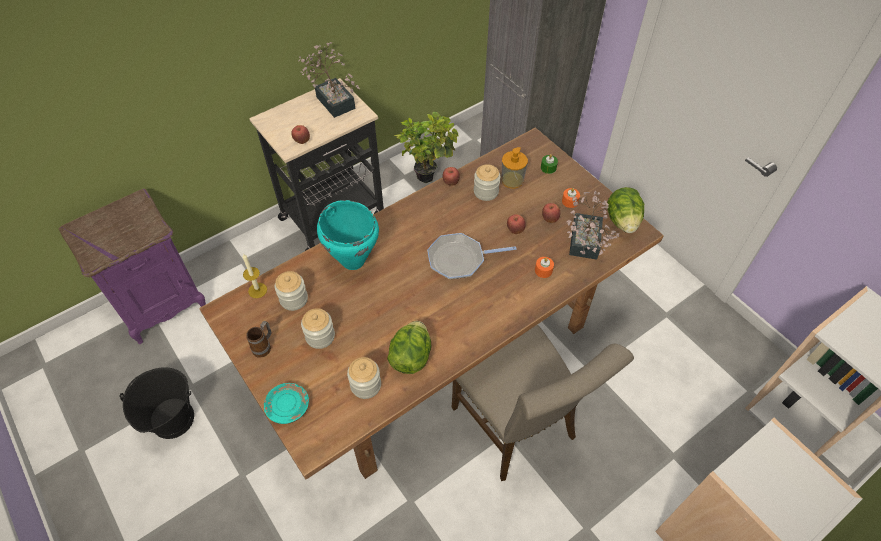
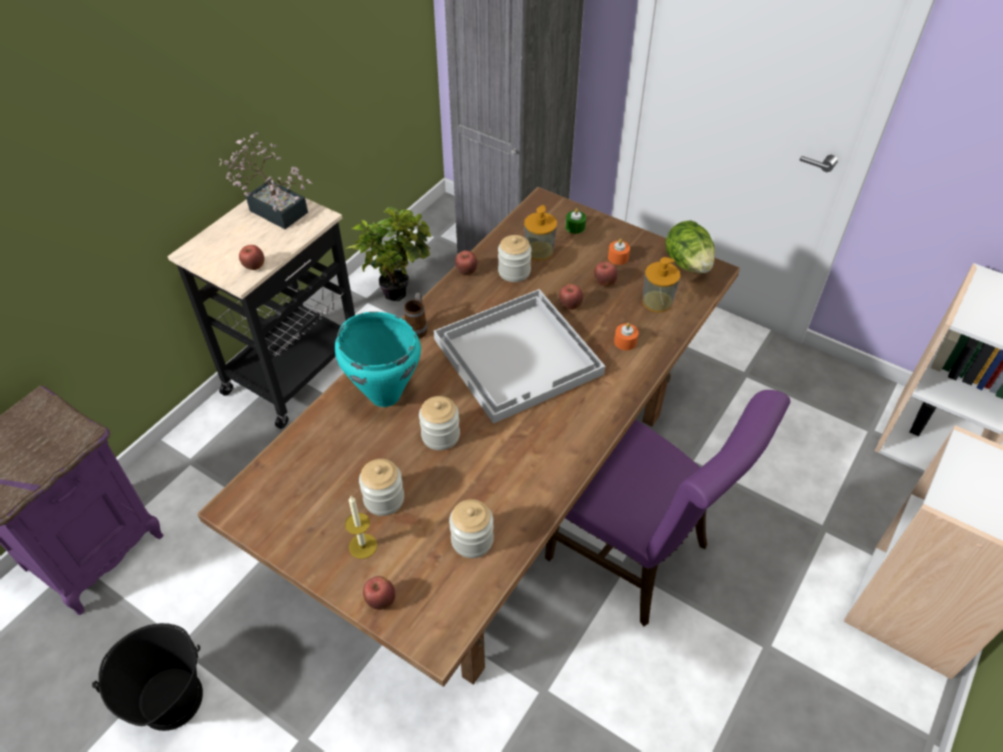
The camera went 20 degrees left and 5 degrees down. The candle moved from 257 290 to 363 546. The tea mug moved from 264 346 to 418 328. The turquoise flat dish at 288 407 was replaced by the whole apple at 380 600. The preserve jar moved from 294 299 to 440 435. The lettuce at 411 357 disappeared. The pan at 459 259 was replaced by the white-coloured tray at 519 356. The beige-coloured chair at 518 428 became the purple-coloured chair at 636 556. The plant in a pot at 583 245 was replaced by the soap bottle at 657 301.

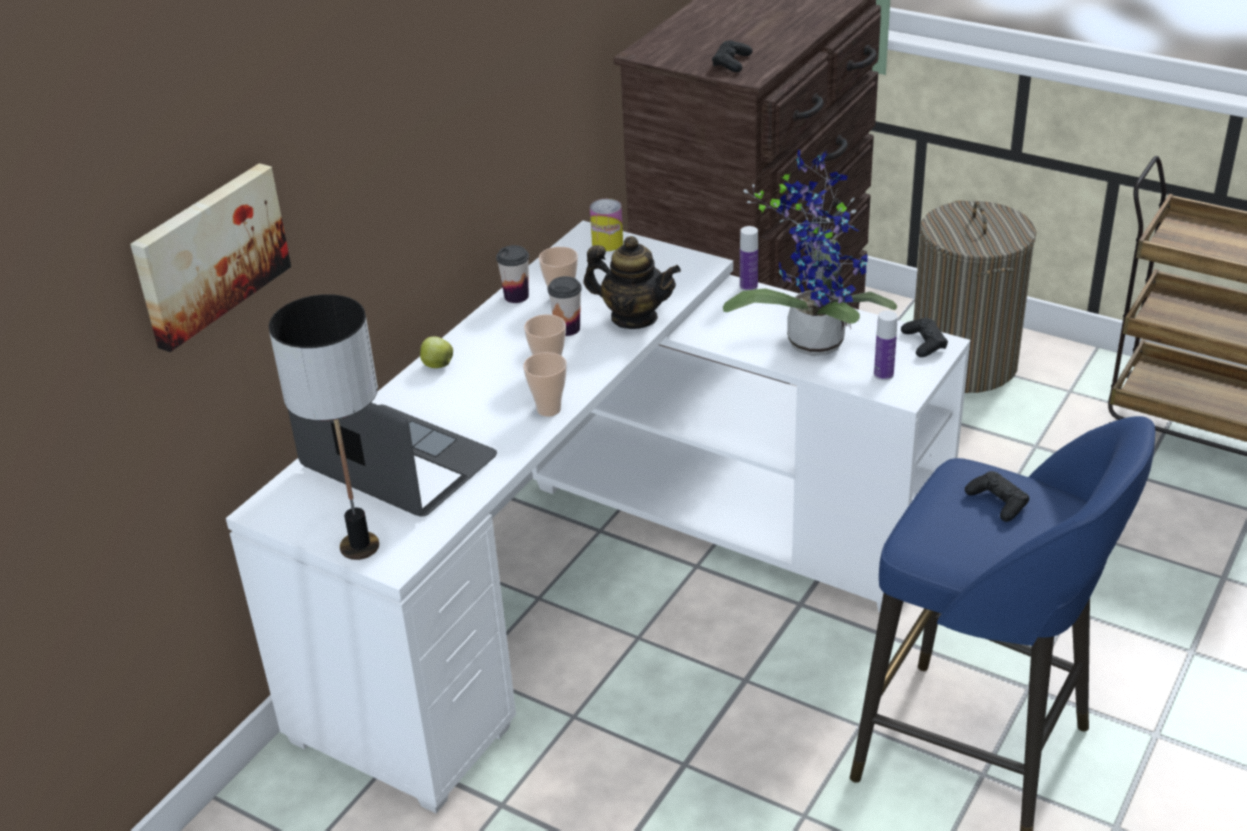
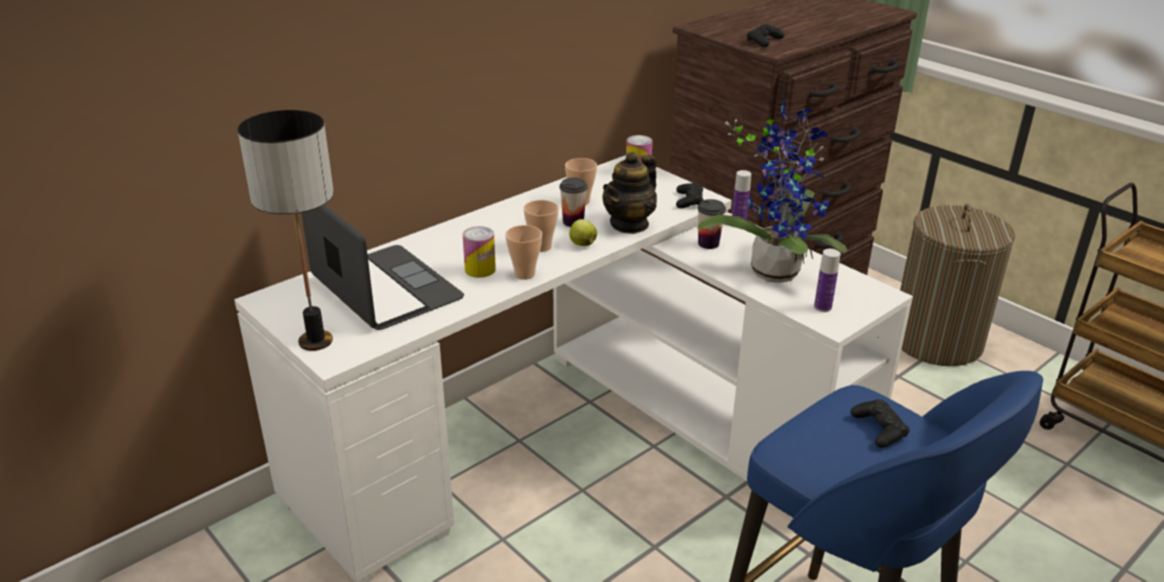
The camera went 15 degrees right and 5 degrees down. The wall picture at 209 253 disappeared. The whole apple moved from 437 365 to 582 244. The drinking cup moved from 516 296 to 708 243. The teapot at 634 318 turned 90 degrees clockwise. The black-coloured joypad moved from 924 343 to 689 200. The sealed can at 480 269 appeared.

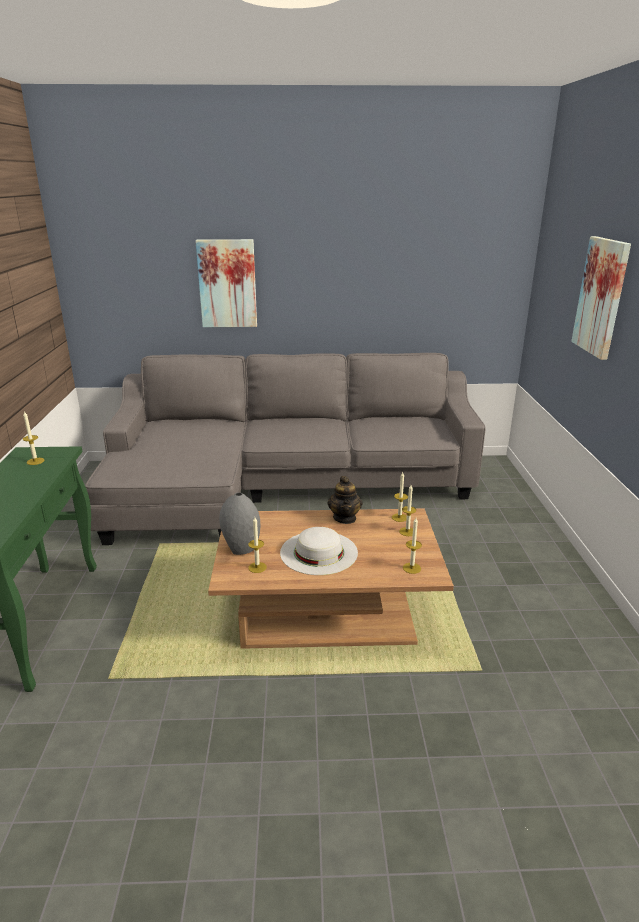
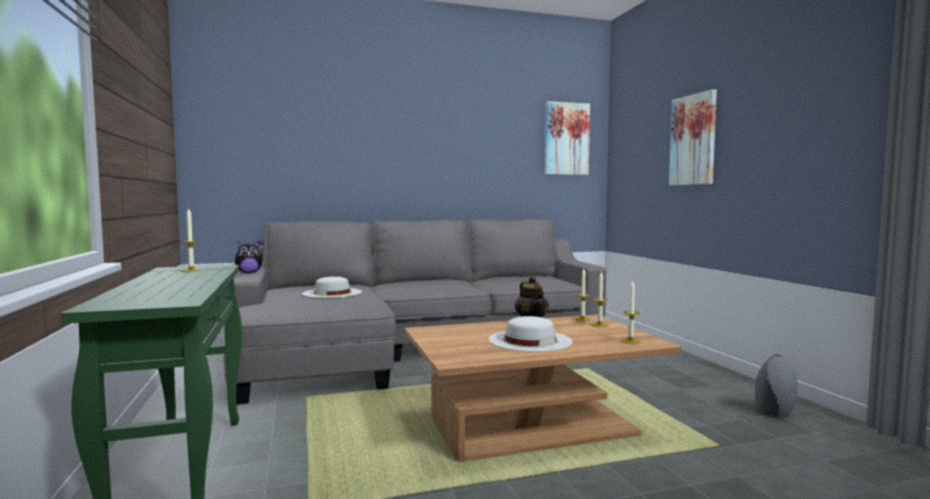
The camera went 15 degrees left and 20 degrees down. The wall picture moved from 227 284 to 566 139. The grey flower vase moved from 241 547 to 775 412. The candle at 257 567 disappeared. The soft toy at 249 273 appeared. The white-coloured wearable hat at 332 293 appeared.

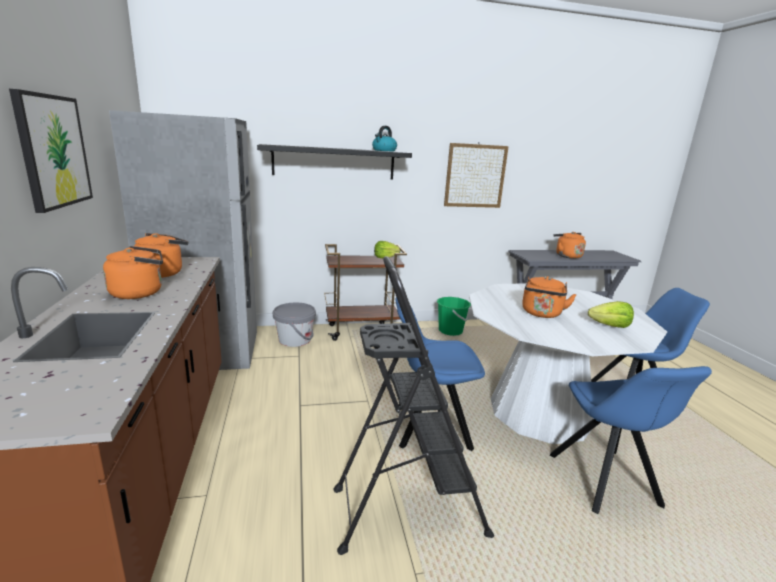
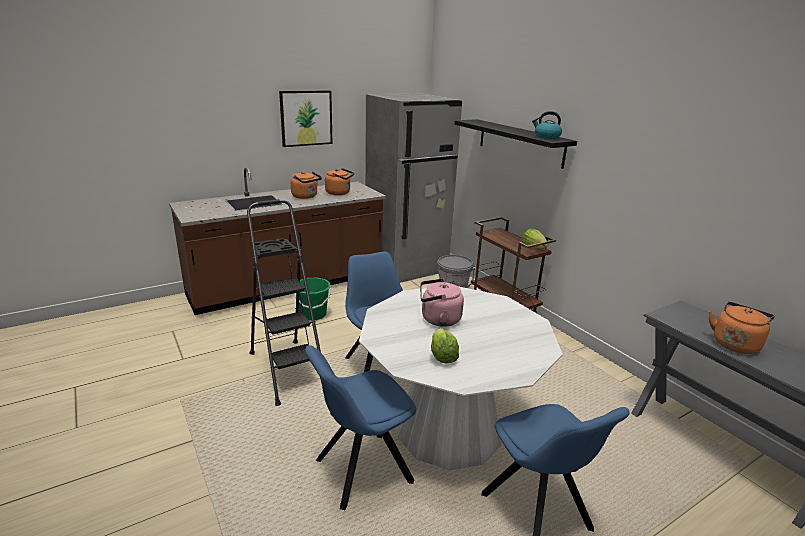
The camera went 70 degrees right and 5 degrees up. The green-coloured water bucket moved from 450 331 to 313 314. The wall picture at 475 175 disappeared. The orange-coloured tea kettle at 541 314 became the pink tea kettle at 438 319.

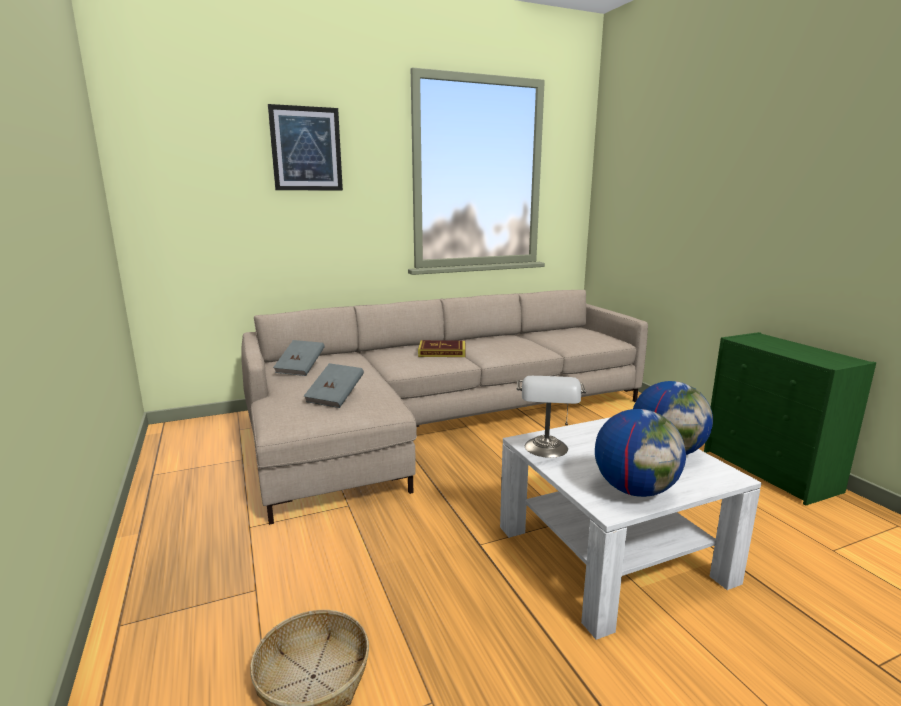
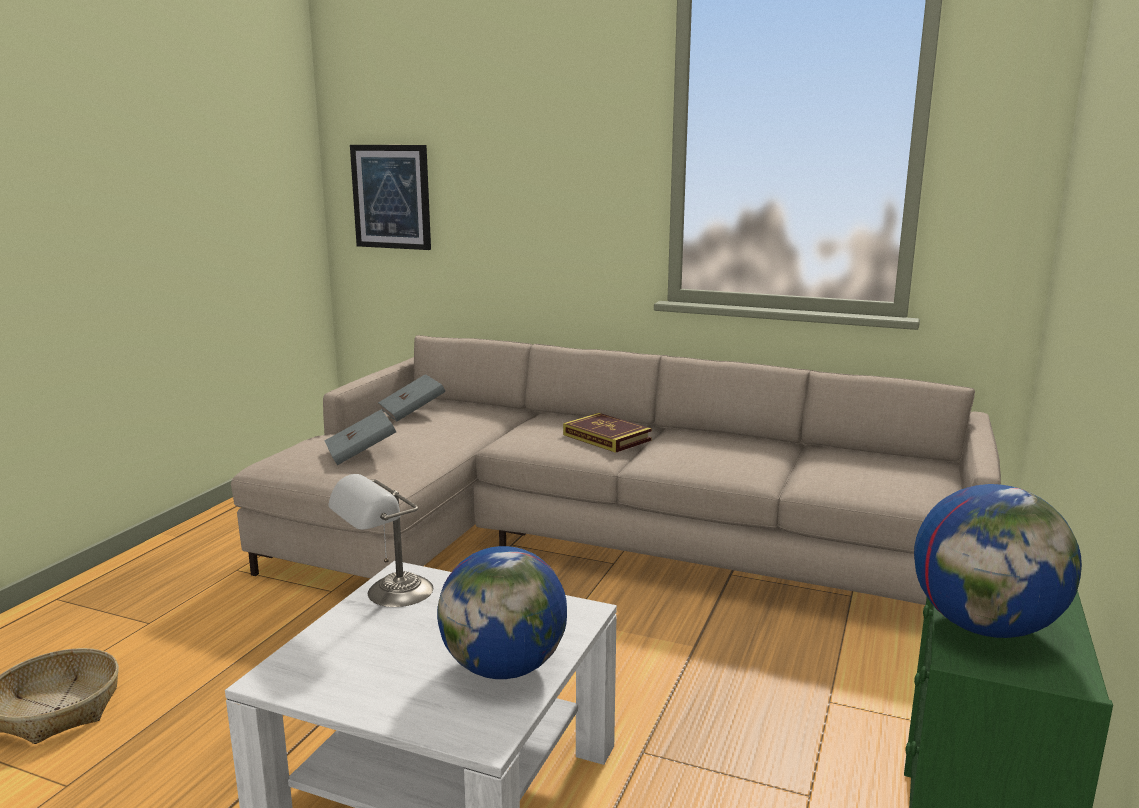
The camera went 45 degrees right and 0 degrees up. The wall picture moved from 306 149 to 391 197. The globe moved from 635 490 to 985 626.

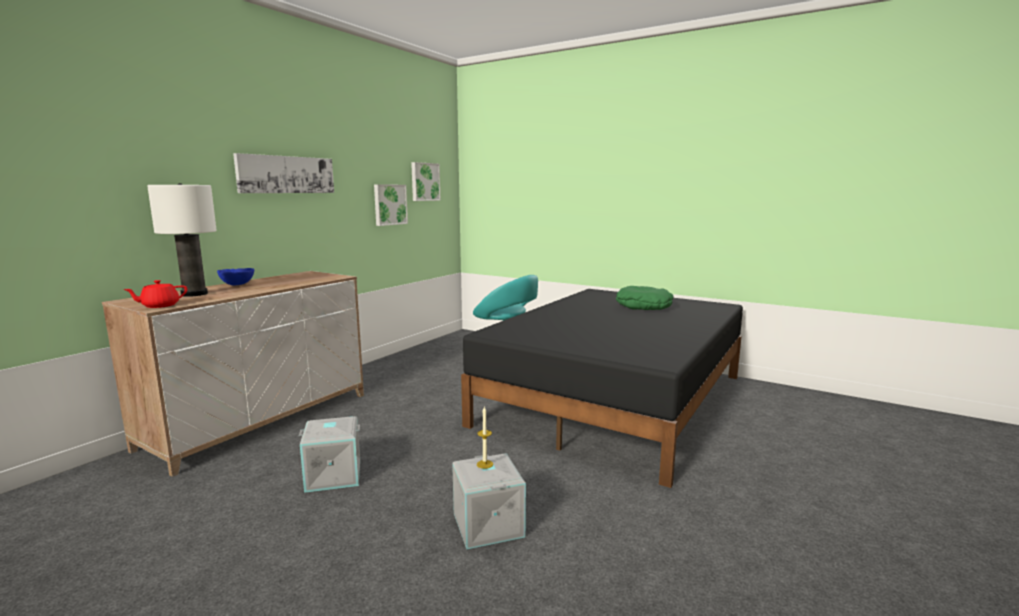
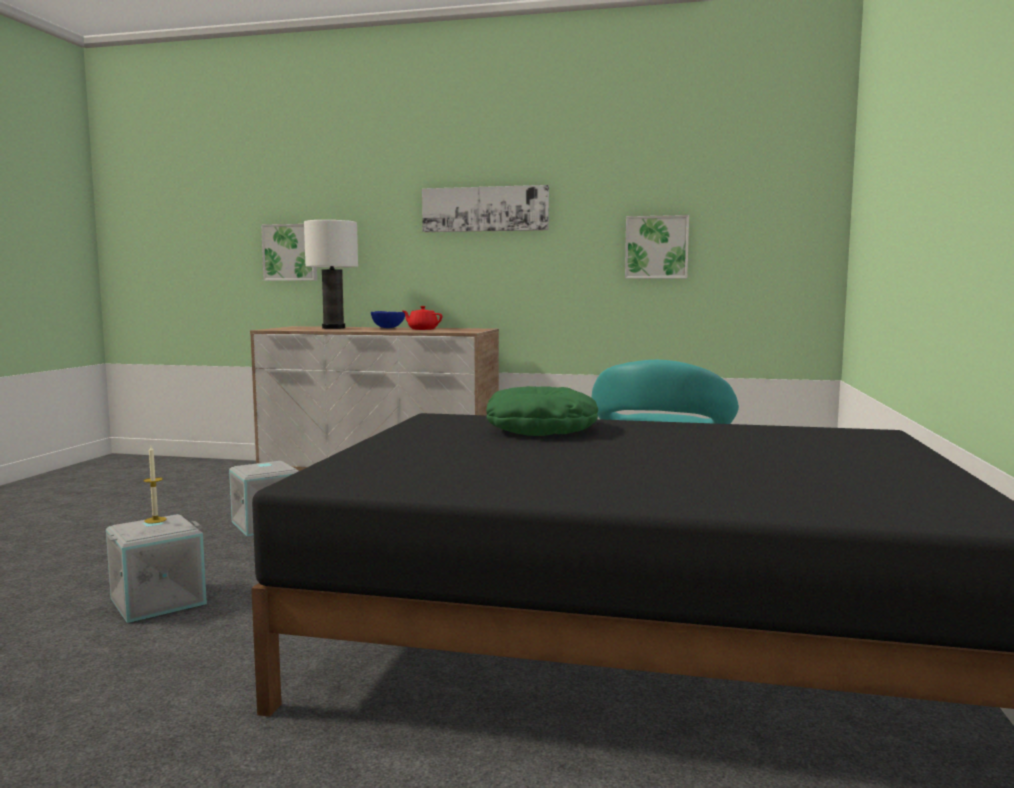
The camera went 70 degrees right and 5 degrees down. The red-coloured teapot moved from 159 306 to 422 329. The wall picture moved from 424 182 to 290 252. The green-coloured pillow moved from 644 307 to 542 429.

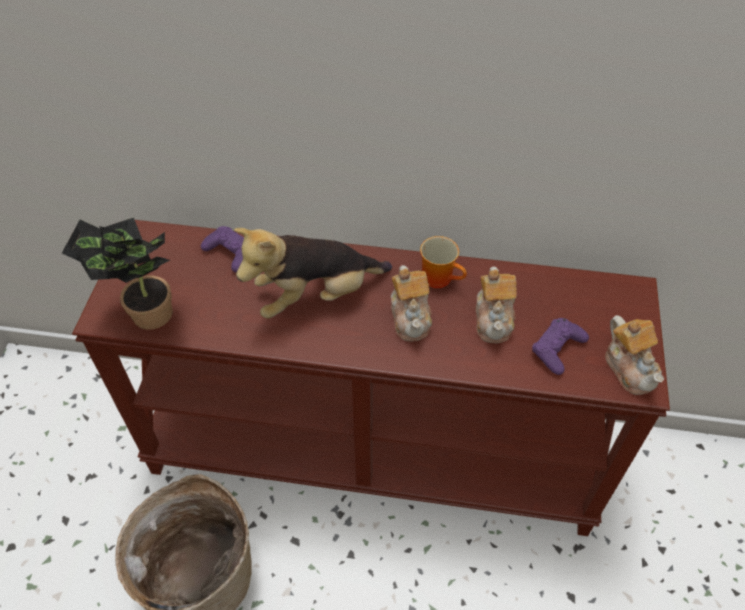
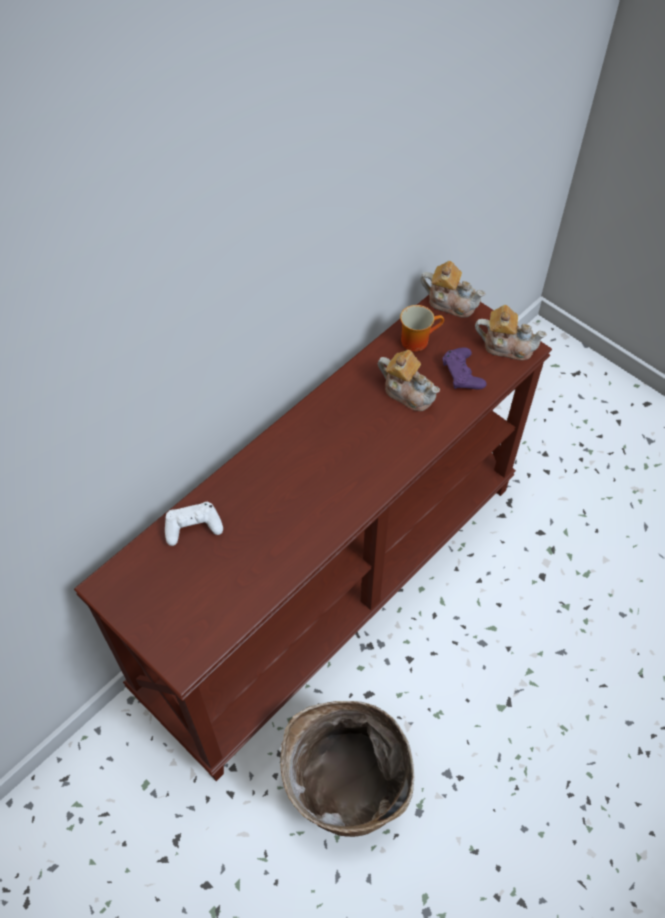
The camera went 55 degrees left and 5 degrees up. The plant in a pot at 145 314 disappeared. The purple-coloured joypad at 230 253 became the white-coloured joypad at 193 526. The soft toy at 315 296 disappeared. The teapot moved from 411 317 to 450 302. The tea mug moved from 441 277 to 417 339.

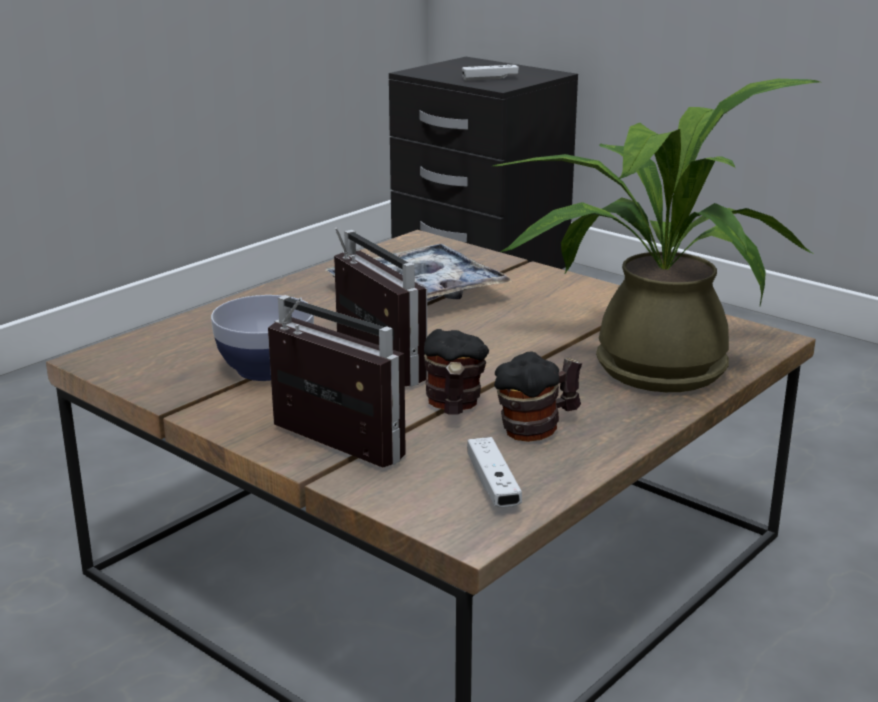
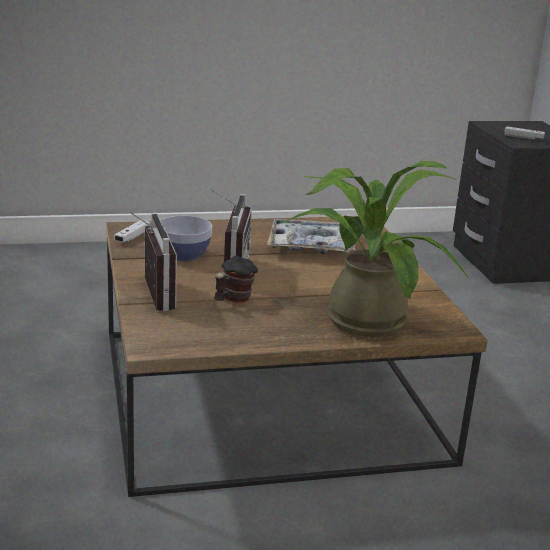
The camera went 35 degrees right and 0 degrees up. The white-coloured joypad moved from 493 485 to 132 237. The tea mug at 537 429 disappeared.

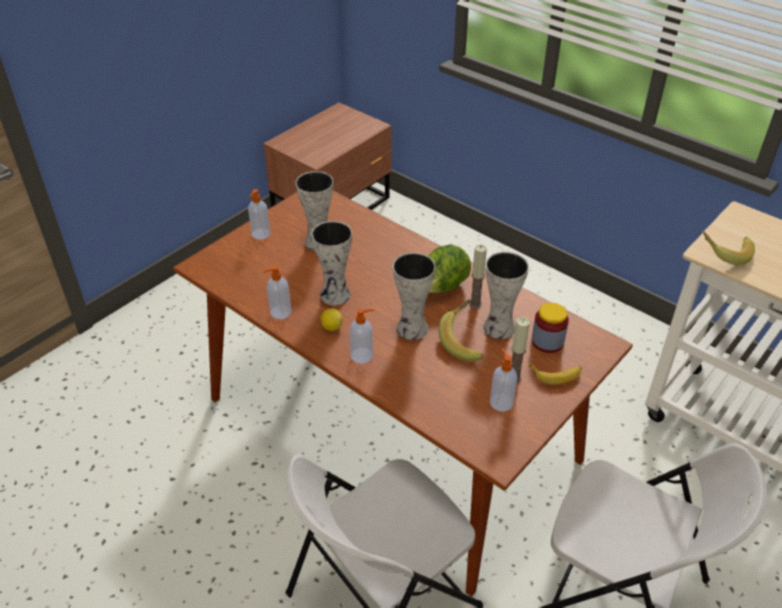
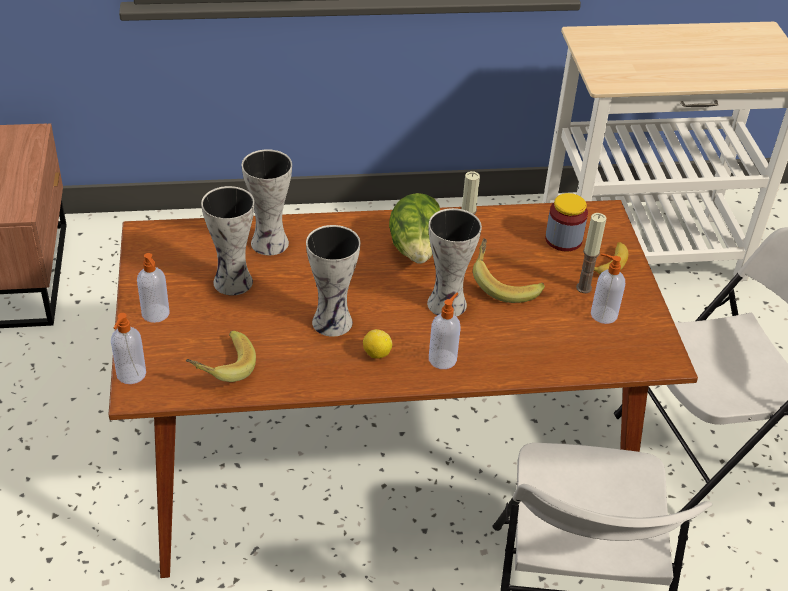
The camera went 50 degrees left and 0 degrees up. The soap bottle moved from 279 312 to 130 375. The flower vase moved from 497 328 to 268 244. The banana fruit moved from 723 254 to 221 368.

